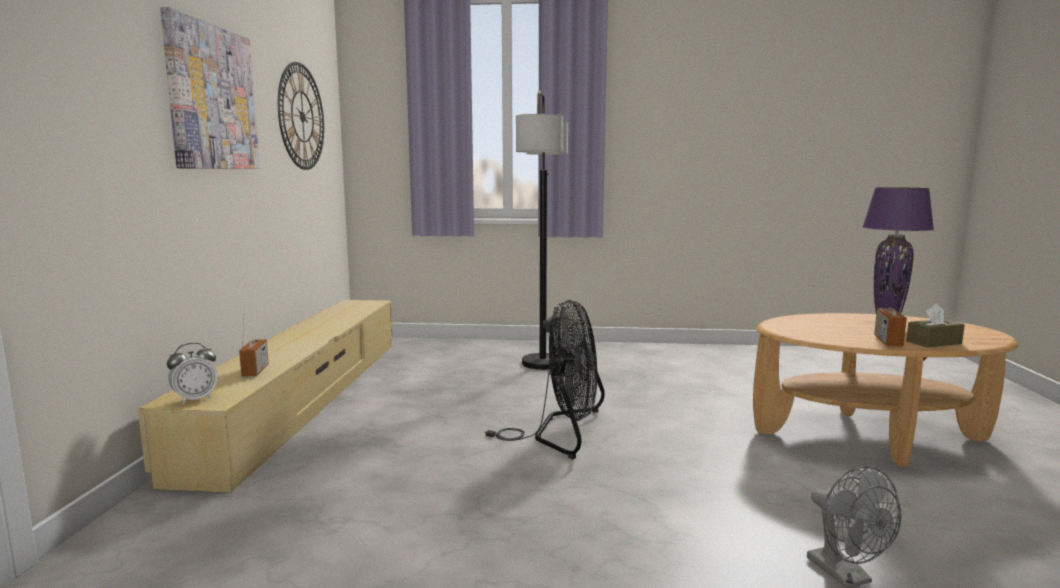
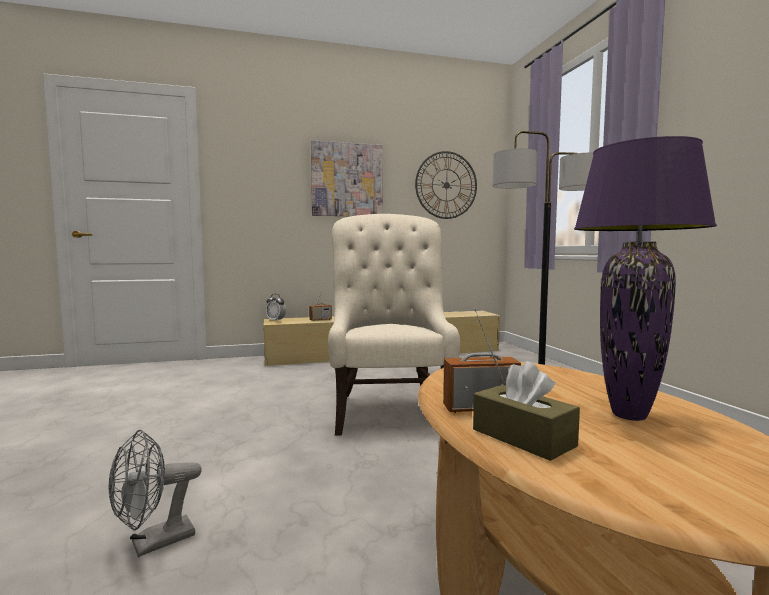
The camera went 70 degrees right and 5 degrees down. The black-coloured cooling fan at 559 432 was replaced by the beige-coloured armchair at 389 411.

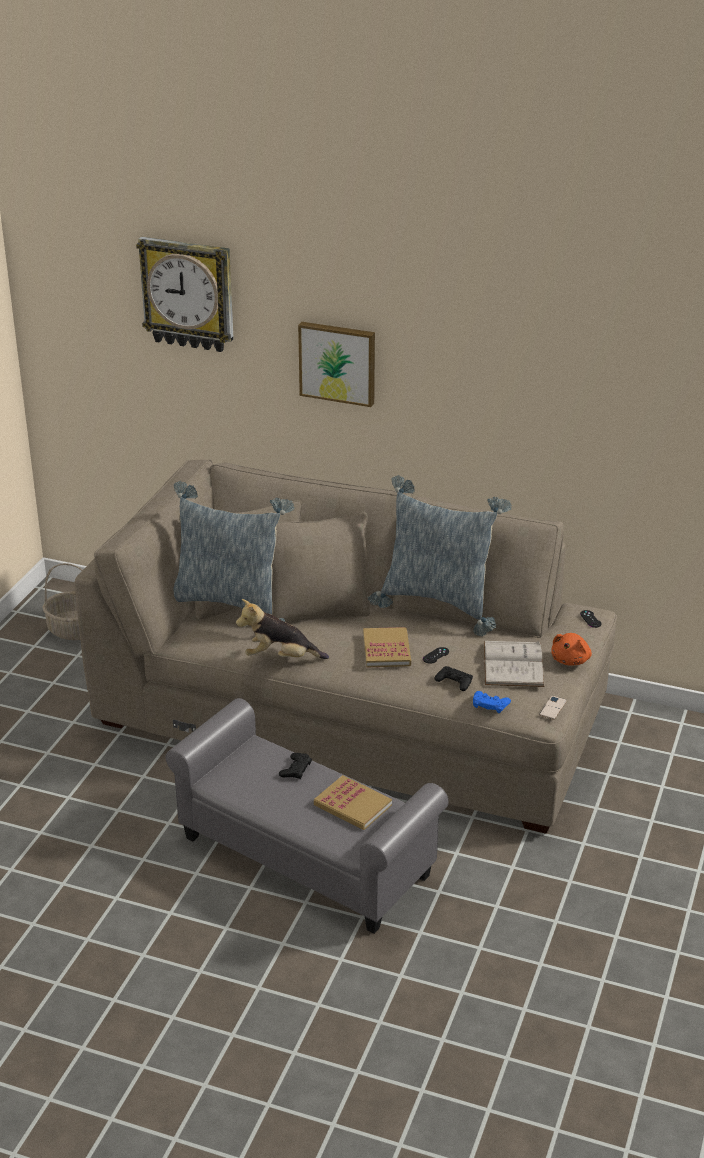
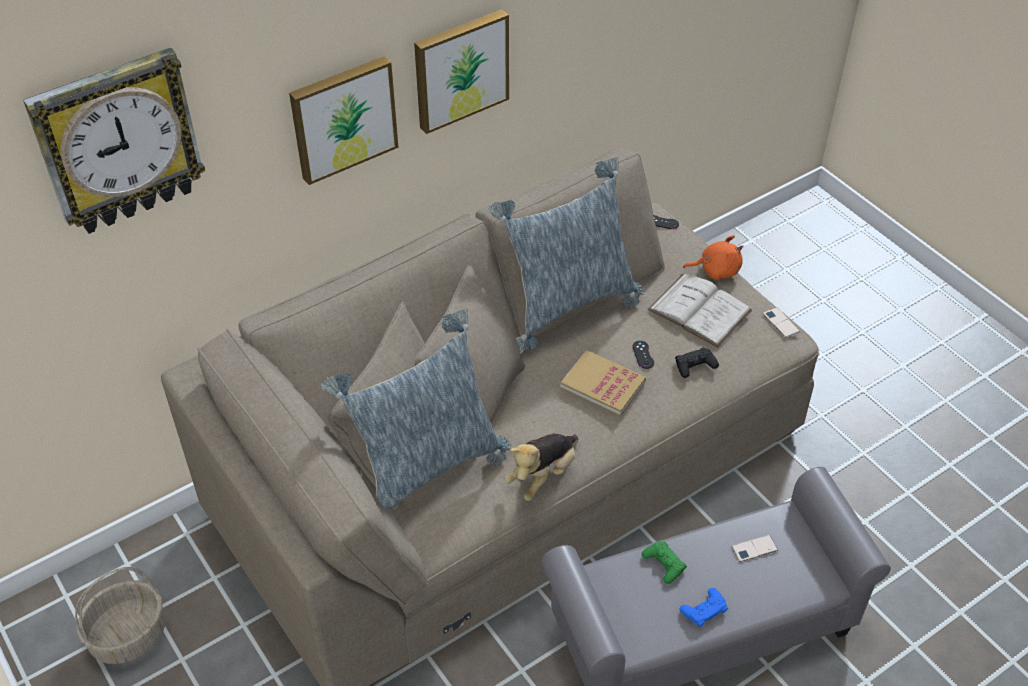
The camera went 55 degrees left and 15 degrees up. The black-coloured joypad at 295 769 became the green-coloured joypad at 664 564. The book at 352 805 was replaced by the telephone at 754 548. The blue-coloured joypad moved from 490 704 to 704 610. The orange-coloured soft toy at 571 660 turned 60 degrees counterclockwise. The wall picture at 460 69 appeared.

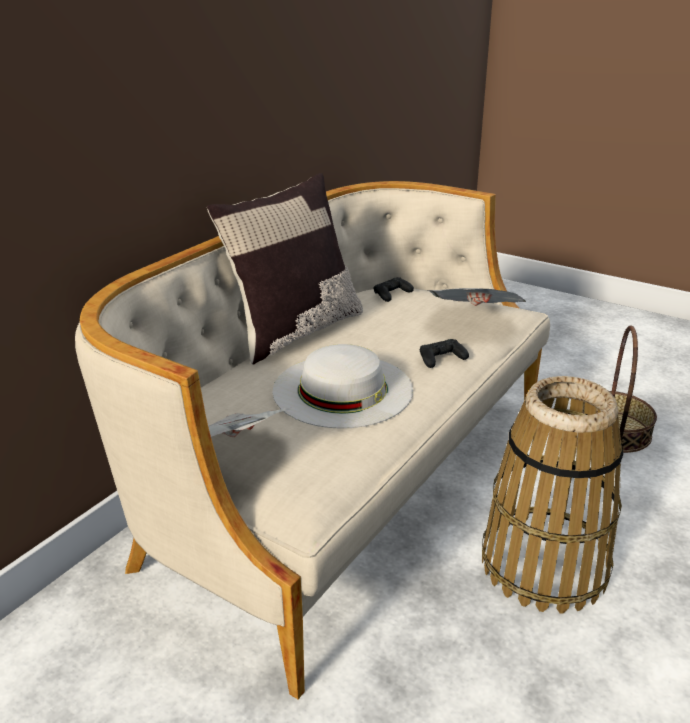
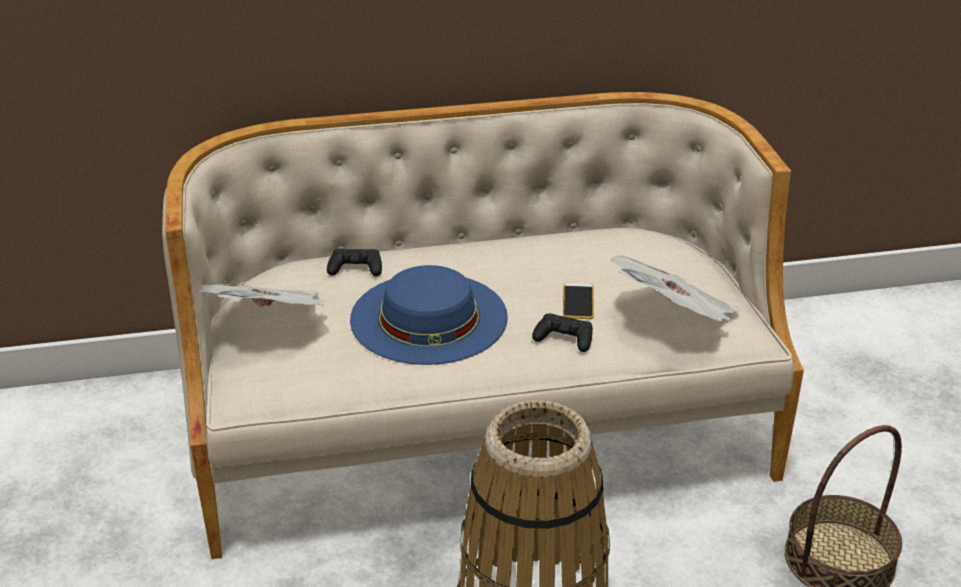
The camera went 45 degrees right and 5 degrees up. The pillow at 294 331 disappeared. The white-coloured wearable hat at 343 389 became the blue-coloured wearable hat at 429 317. The black-coloured joypad moved from 392 294 to 355 268. The telephone at 578 301 appeared.

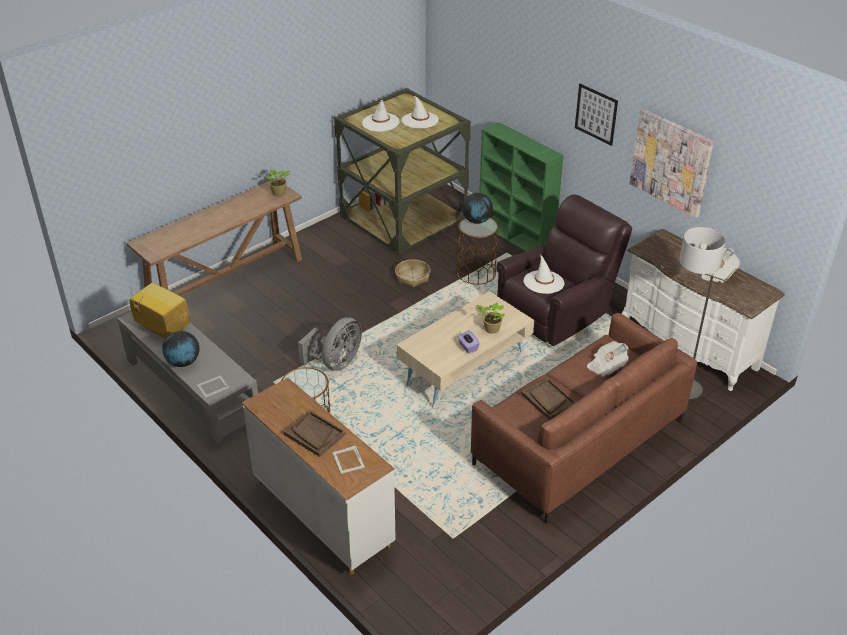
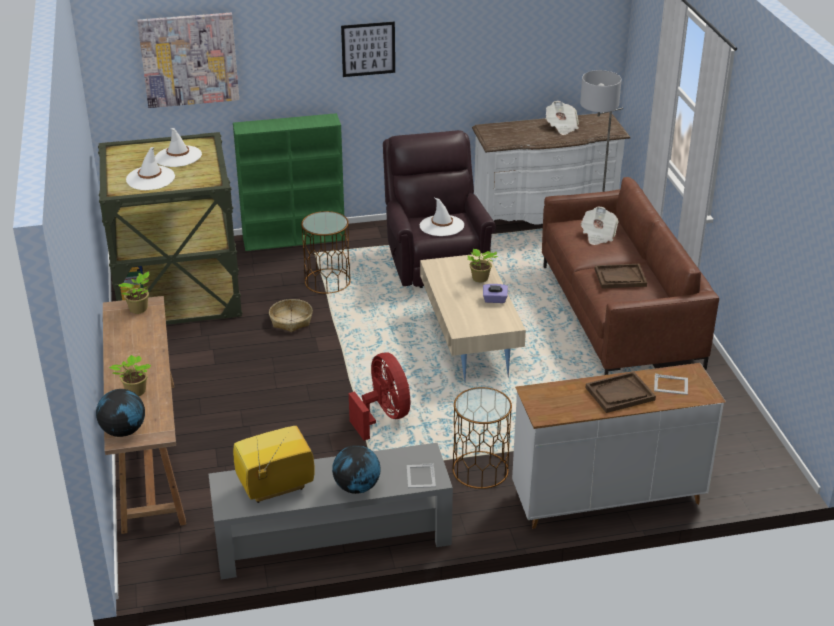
The camera went 60 degrees left and 5 degrees down. The grey cooling fan at 336 363 became the red-coloured cooling fan at 383 416. The globe moved from 477 221 to 123 431. The wall picture moved from 671 162 to 189 59. The plant in a pot at 134 392 appeared.

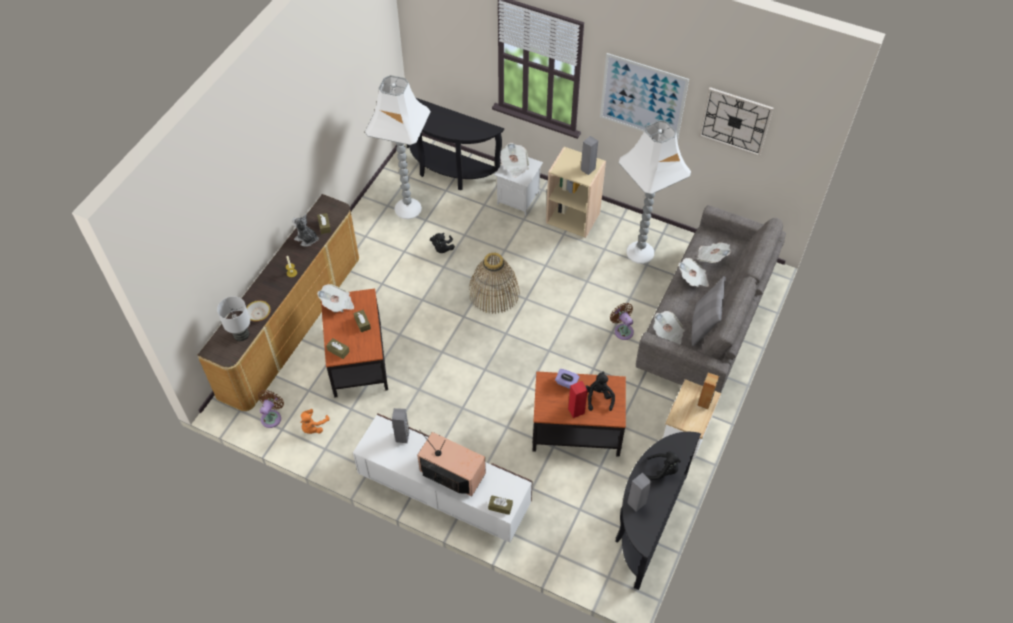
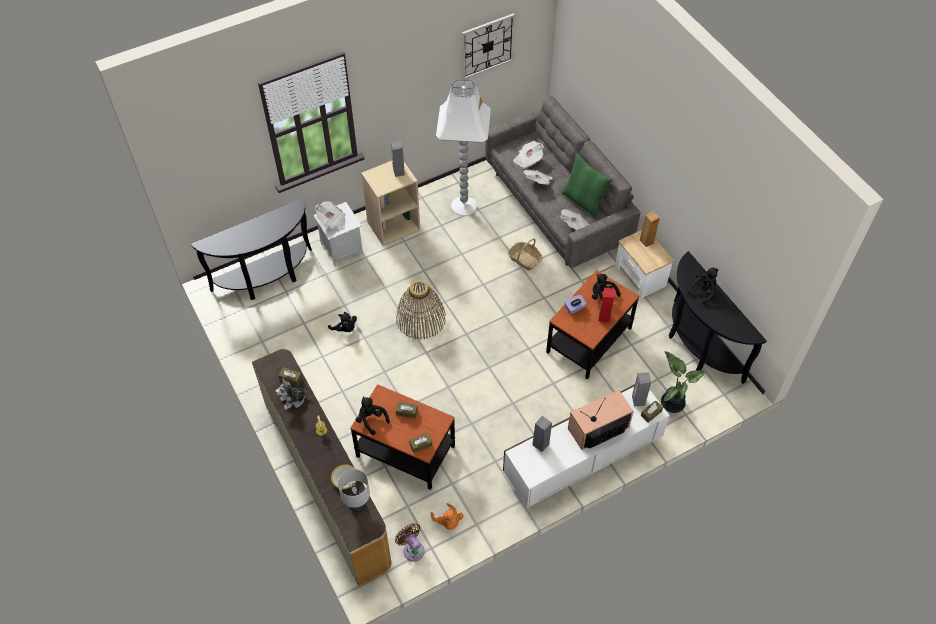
The camera went 55 degrees left and 0 degrees up. The printed paper at 337 304 was replaced by the black-coloured soft toy at 371 420. The white-coloured floor lamp at 408 209 disappeared. The wall picture at 642 98 disappeared. The brown cooling fan at 622 330 was replaced by the household basket at 524 259. The grey audio speaker moved from 636 503 to 638 400. The grey pillow at 703 325 became the green-coloured pillow at 583 201. The plant in a pot at 672 402 appeared.

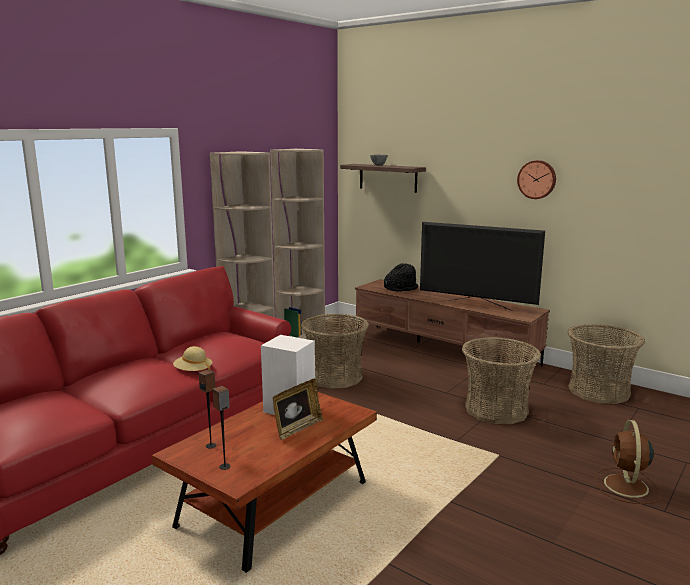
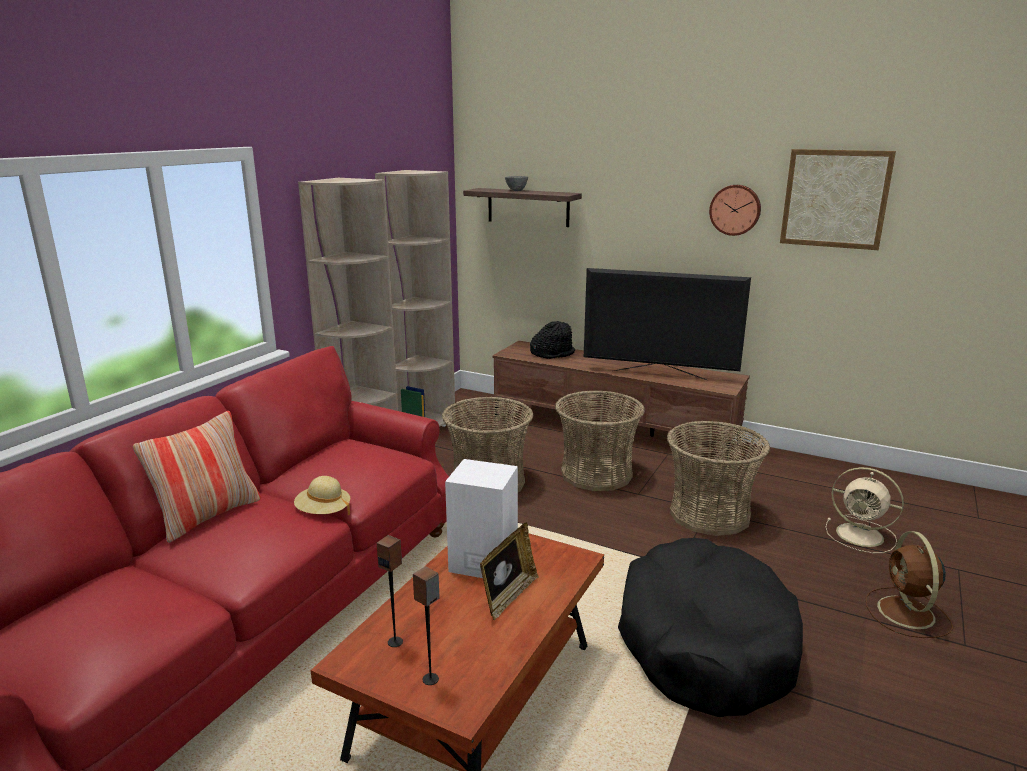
The camera went 10 degrees left and 5 degrees up. The household basket moved from 599 391 to 596 474. The pillow at 208 515 appeared. The black-coloured pet bed at 704 643 appeared. The wall picture at 835 197 appeared. The beige-coloured cooling fan at 862 535 appeared.

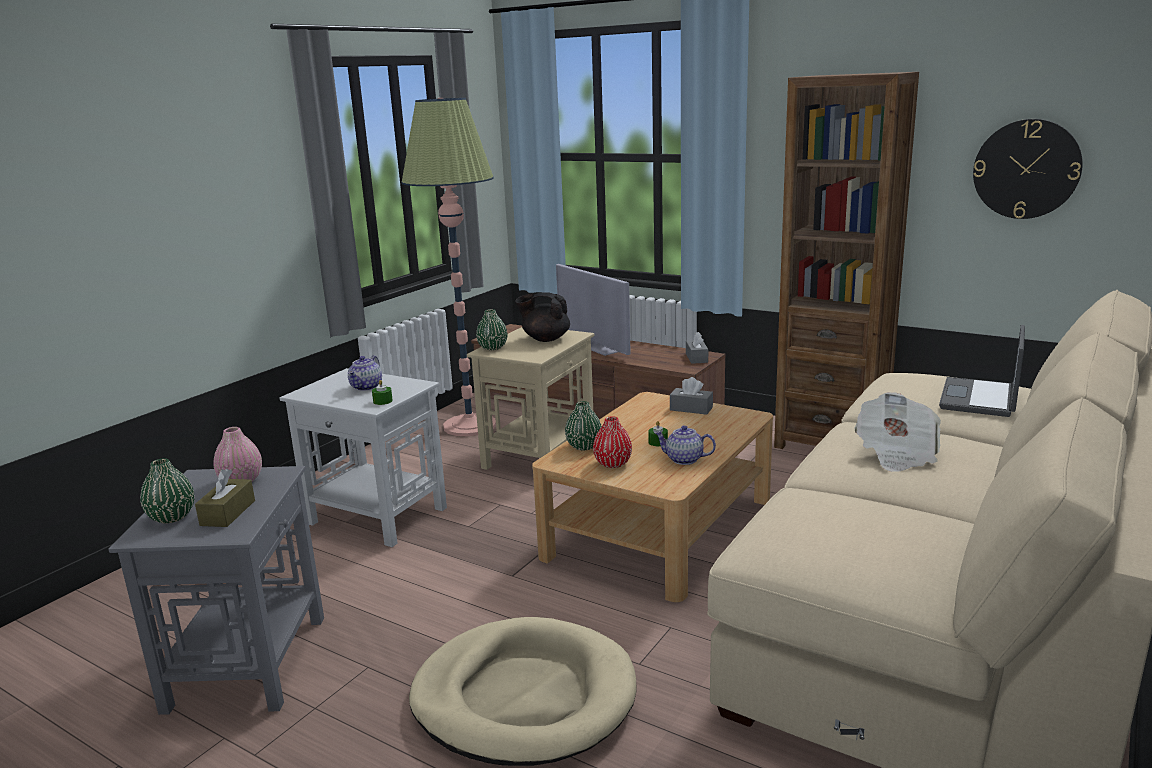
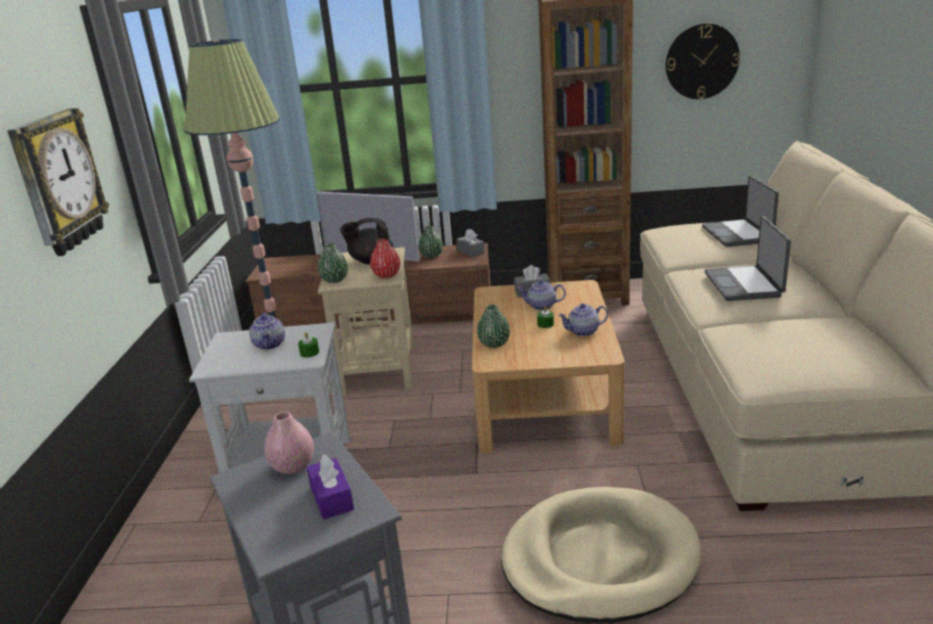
The camera went 30 degrees left and 5 degrees up. The green-coloured flower vase moved from 171 517 to 431 255. The brown tissue holder at 228 513 became the purple-coloured tissue holder at 331 498. The red-coloured flower vase moved from 612 463 to 386 275. The printed paper at 896 454 was replaced by the notebook computer at 744 284. The clock on the wall at 58 182 appeared. The teapot at 541 306 appeared.

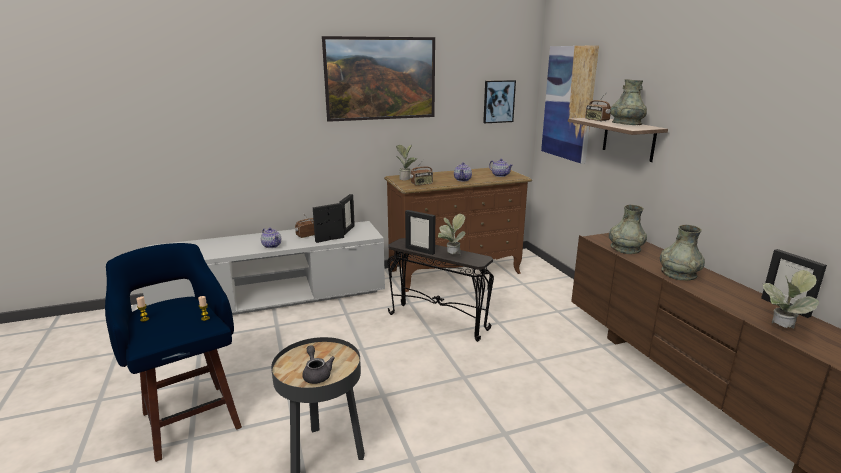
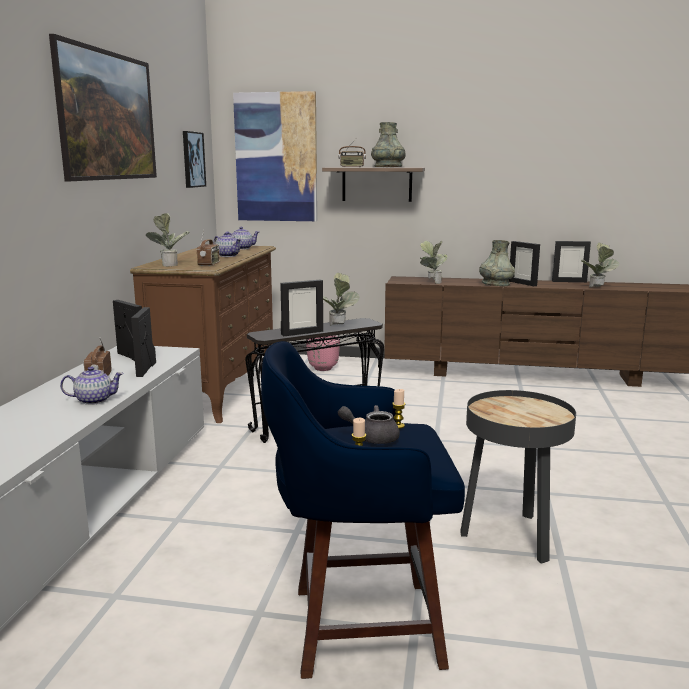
The camera went 60 degrees left and 5 degrees down. The grey teapot moved from 316 374 to 372 437. The grey flower vase at 625 248 was replaced by the plant in a pot at 431 282. The pink flower pot at 322 368 appeared. The standing frame at 523 283 appeared.

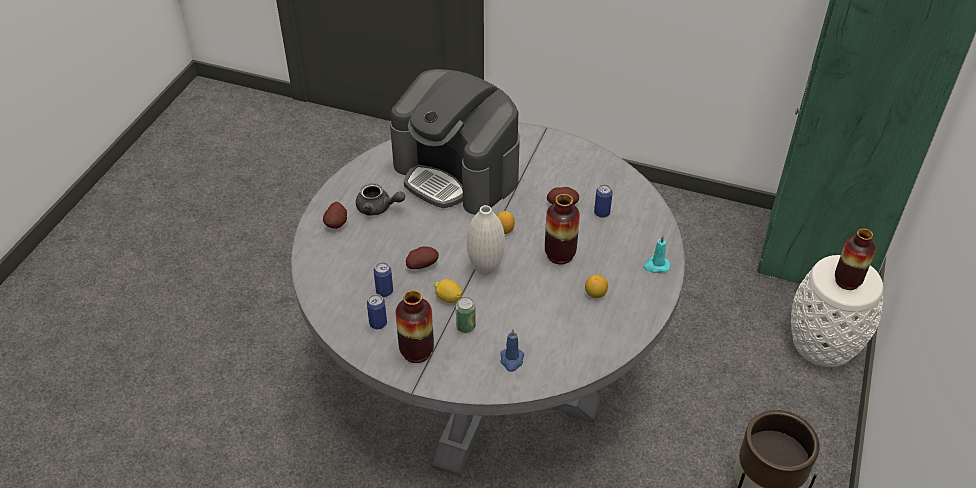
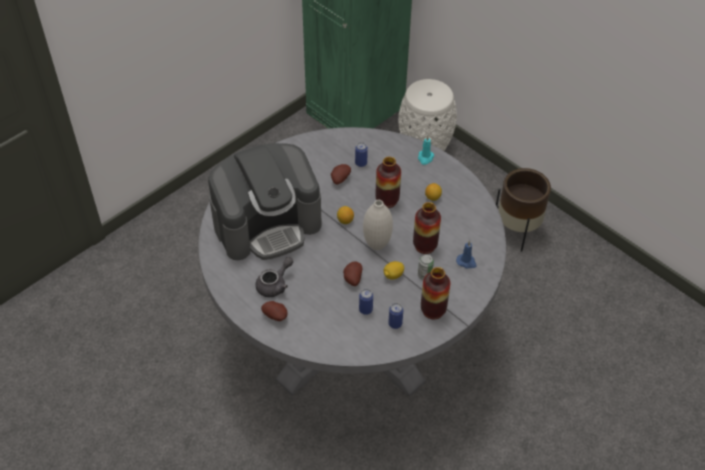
The camera went 65 degrees left and 5 degrees up. The flower vase moved from 847 281 to 425 246.

